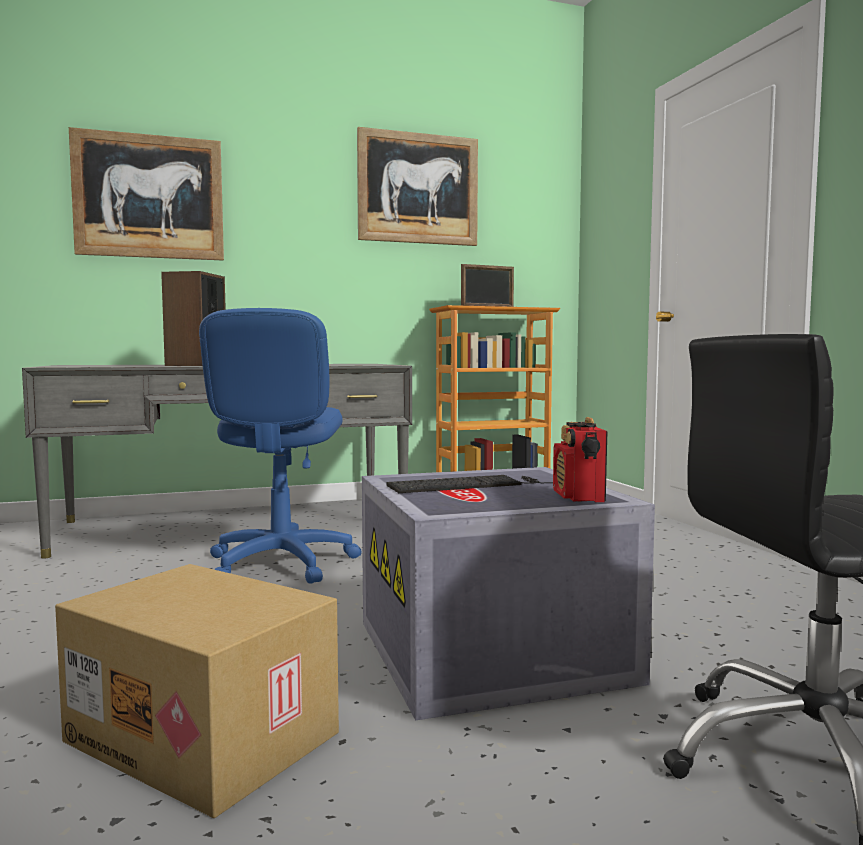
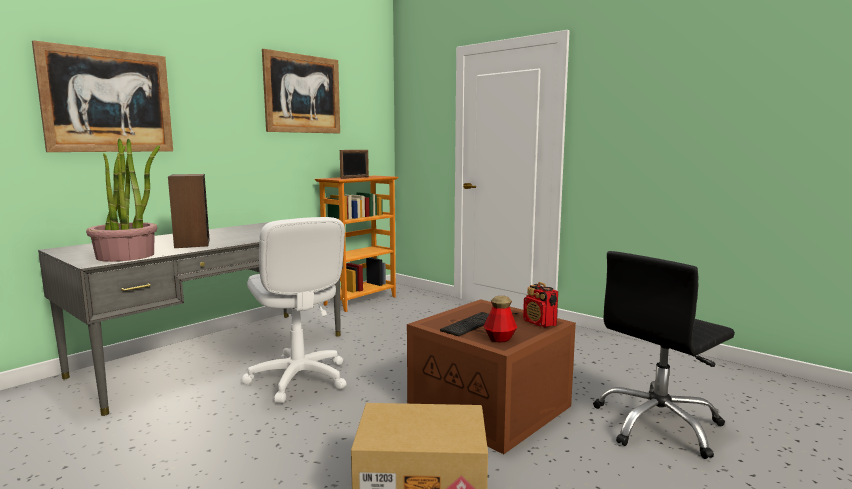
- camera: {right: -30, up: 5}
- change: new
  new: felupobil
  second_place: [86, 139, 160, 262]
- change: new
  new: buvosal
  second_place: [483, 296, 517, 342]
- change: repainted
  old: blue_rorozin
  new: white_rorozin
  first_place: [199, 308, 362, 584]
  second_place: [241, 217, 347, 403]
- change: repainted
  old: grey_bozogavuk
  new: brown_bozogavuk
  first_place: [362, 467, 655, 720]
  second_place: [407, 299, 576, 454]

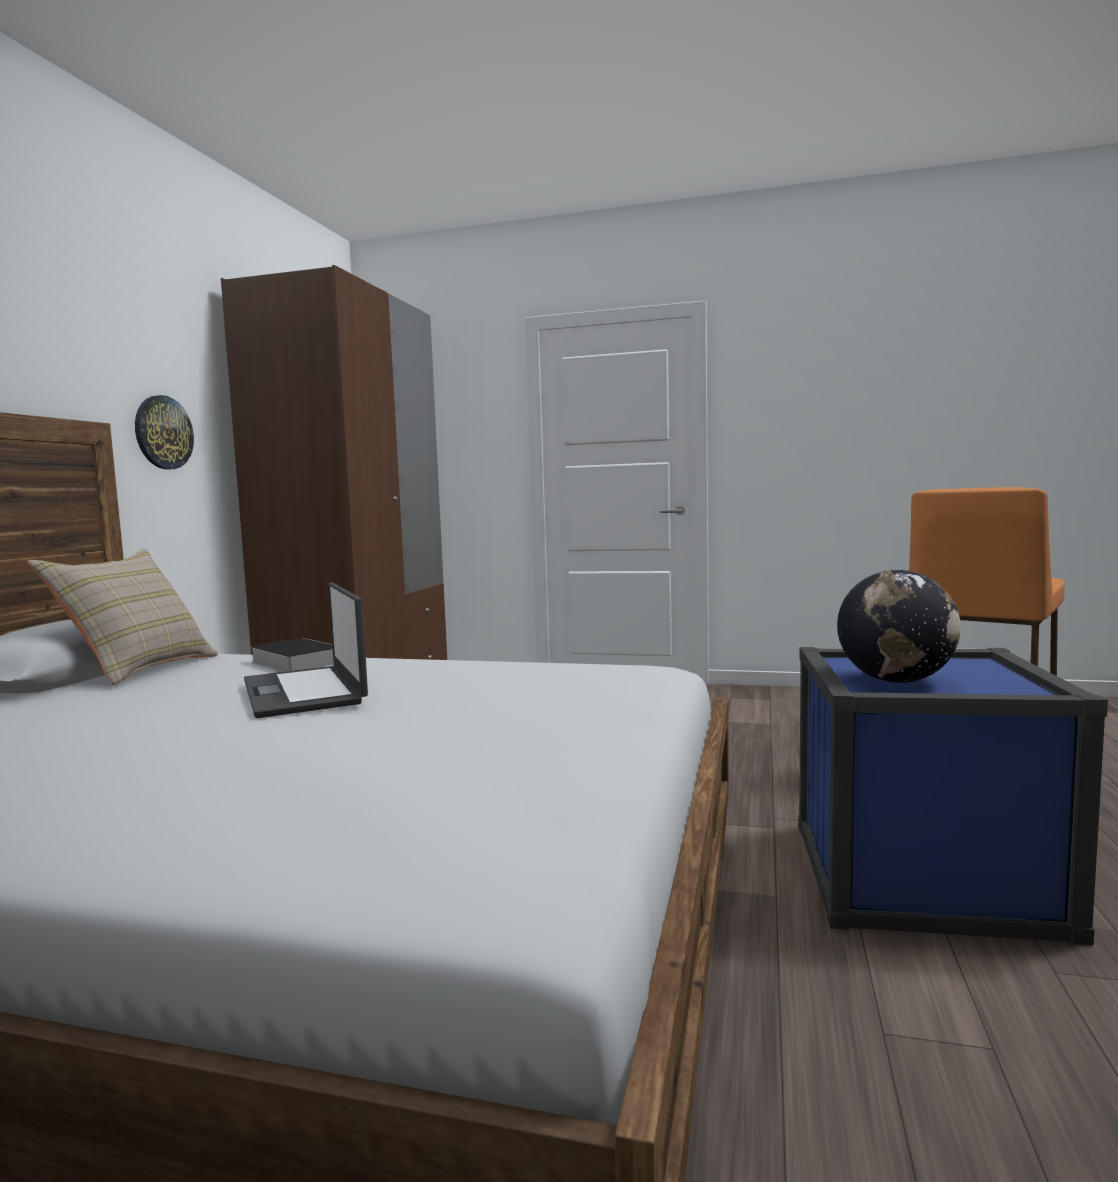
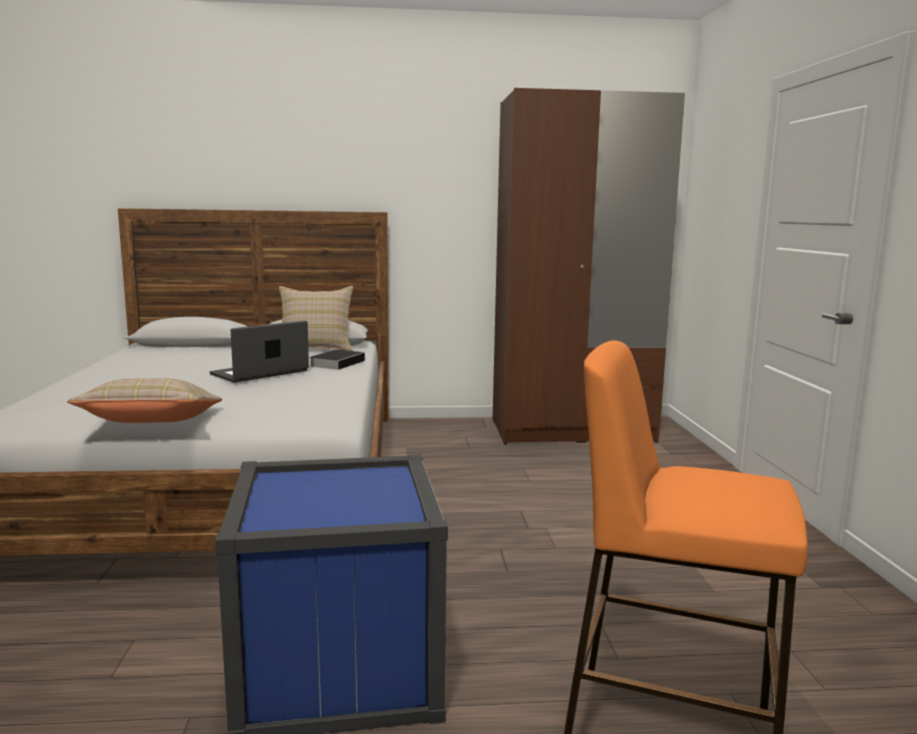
- camera: {right: 70, up: 5}
- change: gone
  old: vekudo
  first_place: [135, 395, 194, 469]
- change: gone
  old: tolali
  first_place: [837, 570, 961, 683]
- change: new
  new: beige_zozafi
  second_place: [67, 378, 222, 423]

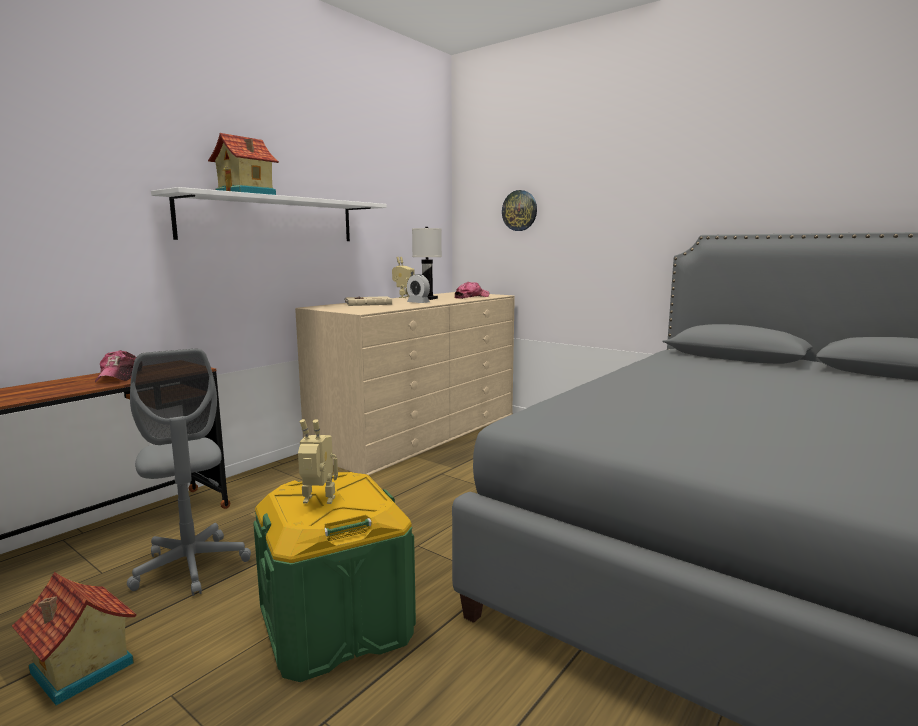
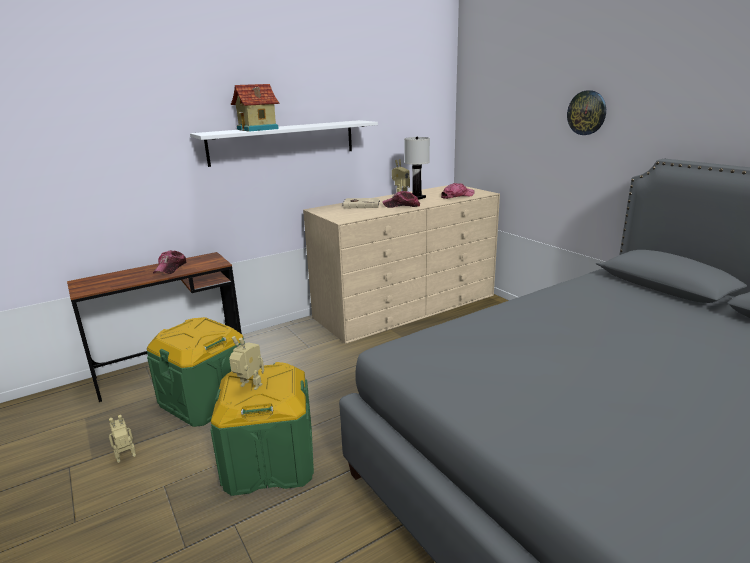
- camera: {right: 20, up: 10}
- change: shifted
  old: vekudo
  first_place: [502, 190, 537, 231]
  second_place: [567, 90, 606, 135]
- change: swapped
  old: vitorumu
  new: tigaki
  first_place: [12, 572, 136, 705]
  second_place: [109, 415, 136, 463]
- change: swapped
  old: grey_rorozin
  new: green_bozogavuk
  first_place: [127, 348, 251, 596]
  second_place: [147, 317, 244, 427]
- change: swapped
  old: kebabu
  new: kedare
  first_place: [407, 274, 430, 303]
  second_place: [382, 191, 420, 208]

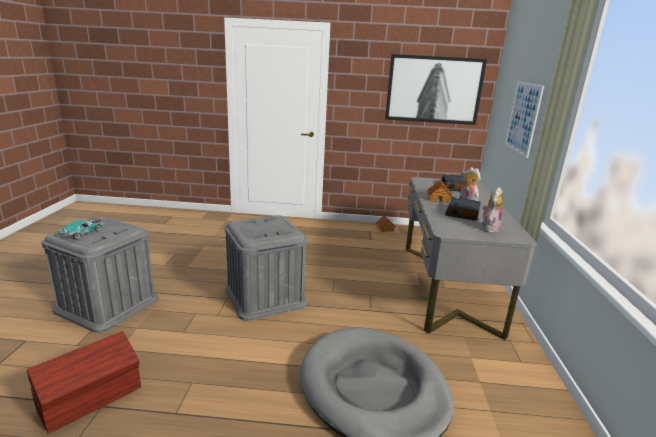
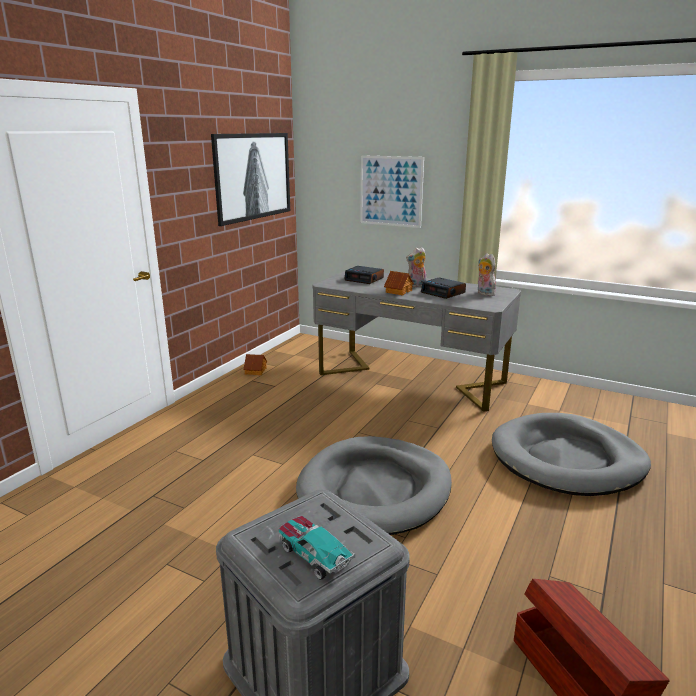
- camera: {right: -65, up: 0}
- change: swapped
  old: grey_bozogavuk
  new: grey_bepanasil
  first_place: [225, 215, 307, 321]
  second_place: [296, 436, 452, 535]

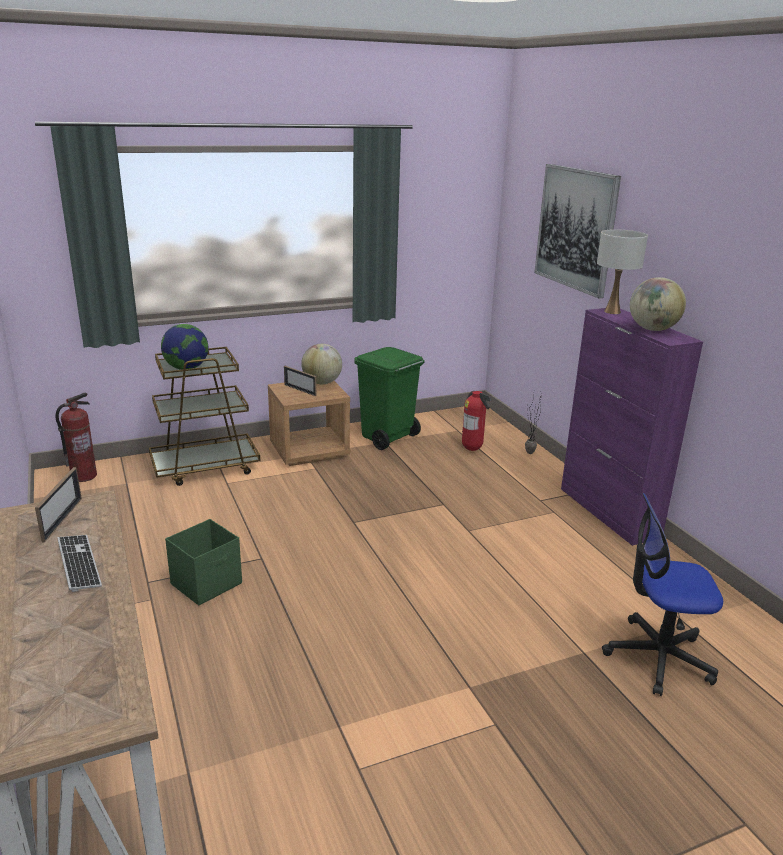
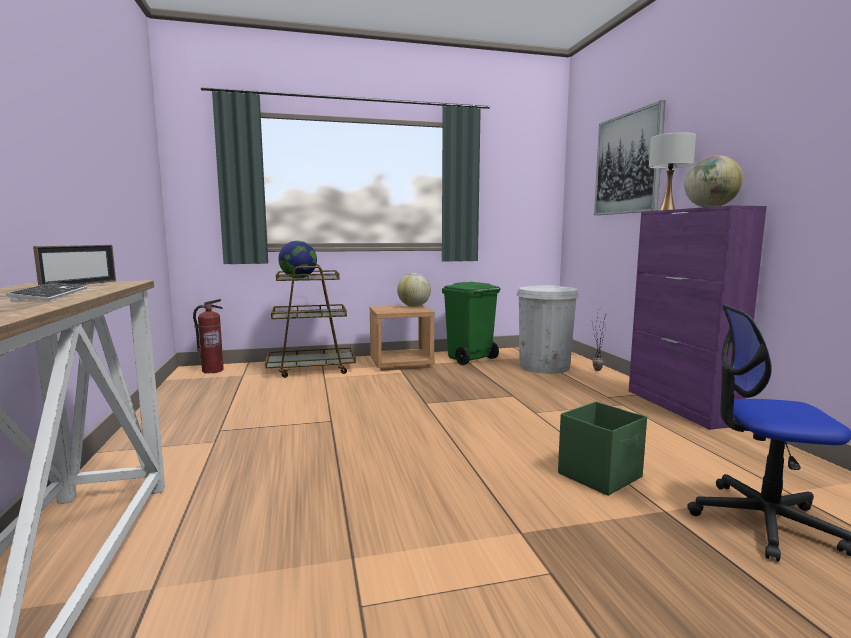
- camera: {right: 10, up: -15}
- change: gone
  old: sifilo
  first_place: [284, 366, 316, 396]
- change: shifted
  old: green_bozogavuk
  first_place: [165, 519, 242, 606]
  second_place: [558, 402, 647, 496]
- change: swapped
  old: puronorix
  new: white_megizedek
  first_place: [462, 391, 492, 451]
  second_place: [516, 285, 579, 374]

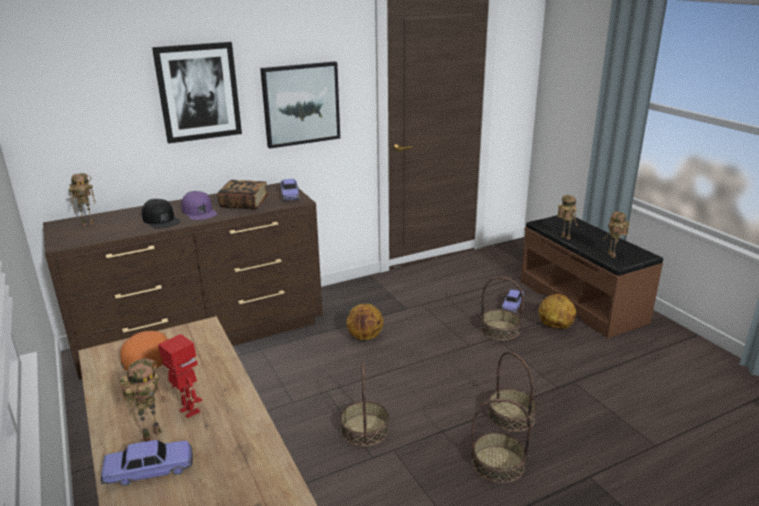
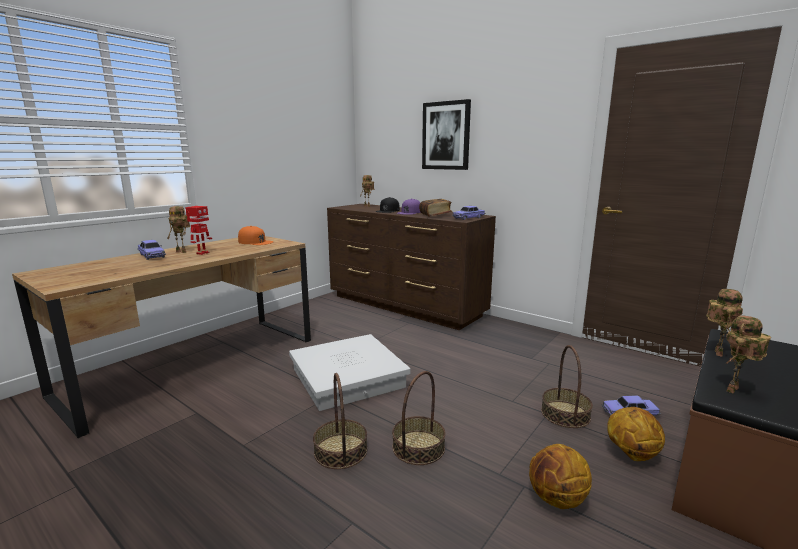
- camera: {right: 65, up: -10}
- change: gone
  old: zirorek
  first_place: [260, 61, 340, 149]
- change: shifted
  old: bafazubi
  first_place: [346, 304, 384, 340]
  second_place: [529, 444, 592, 509]
- change: swapped
  old: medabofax
  new: white_bozogavuk
  first_place: [340, 363, 389, 447]
  second_place: [289, 334, 411, 411]

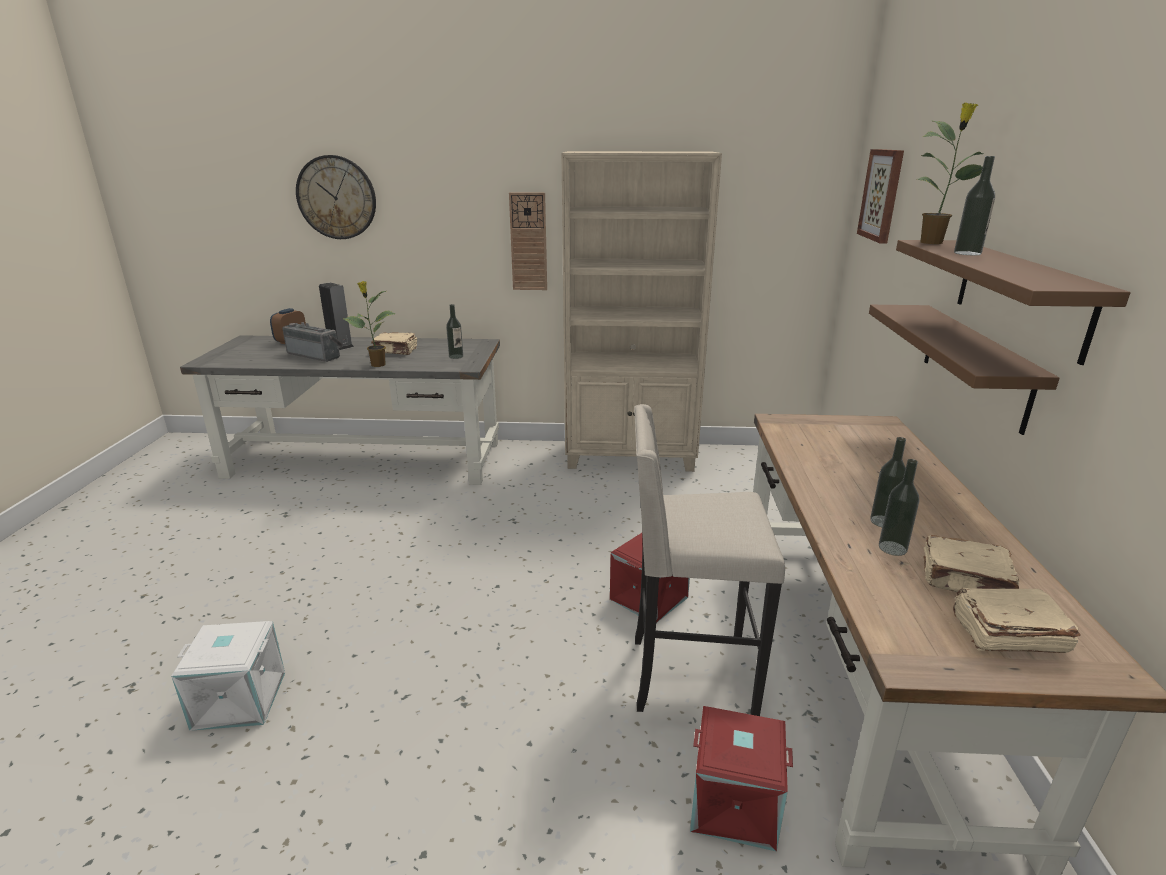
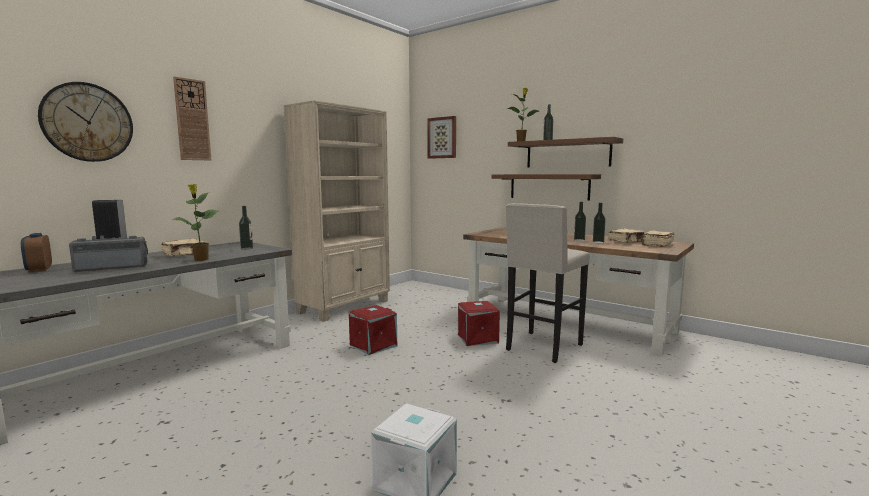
- camera: {right: -55, up: -15}
- change: shifted
  old: vekudo
  first_place: [509, 192, 547, 290]
  second_place: [173, 76, 211, 161]
- change: shifted
  old: red_bozogavuk
  first_place: [690, 706, 793, 852]
  second_place: [349, 305, 397, 355]

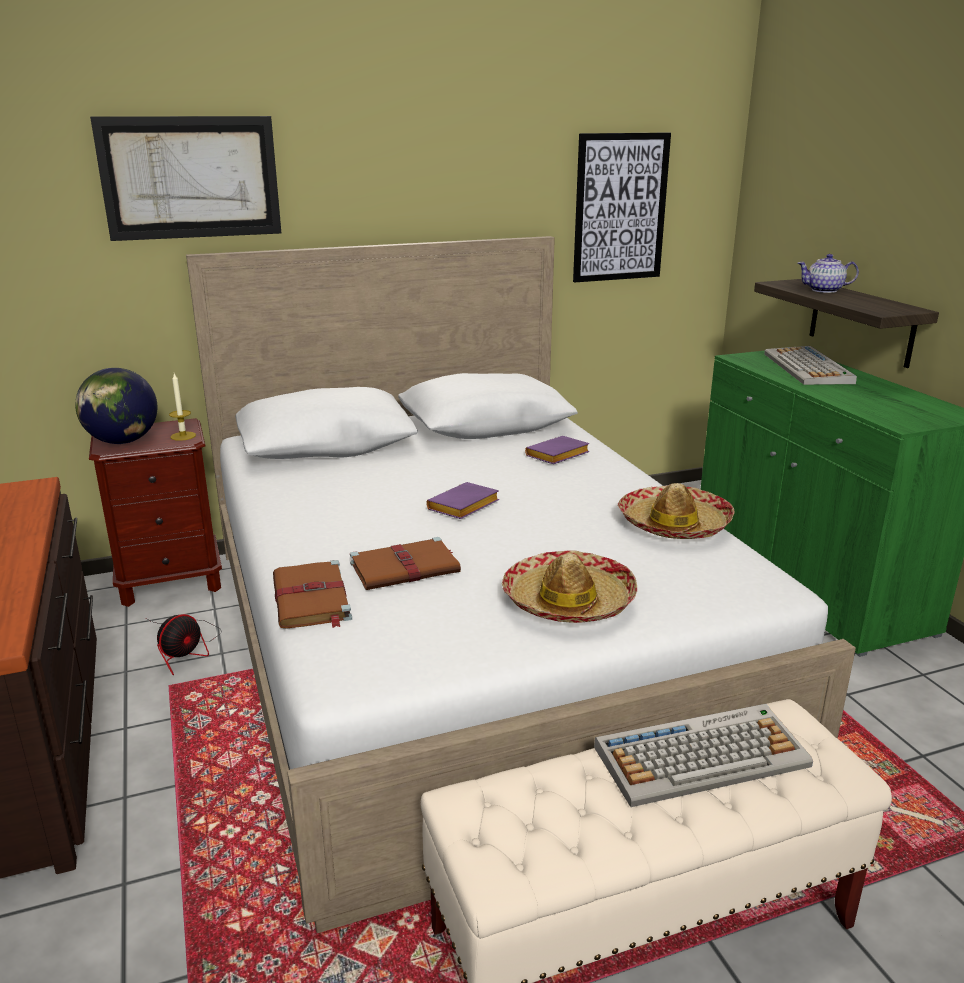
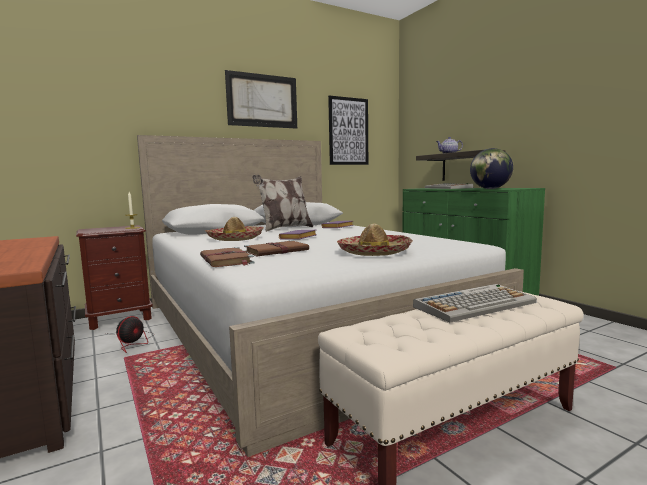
- camera: {right: -10, up: -15}
- change: new
  new: zozafi
  second_place: [252, 175, 313, 232]
- change: shifted
  old: tolali
  first_place: [75, 368, 157, 444]
  second_place: [470, 148, 513, 189]
- change: shifted
  old: zirorek
  first_place: [90, 116, 281, 241]
  second_place: [225, 70, 297, 129]
- change: shifted
  old: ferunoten
  first_place: [618, 483, 735, 539]
  second_place: [205, 217, 264, 241]

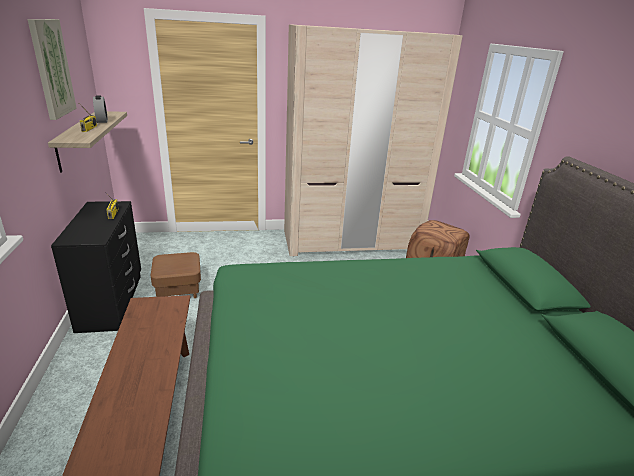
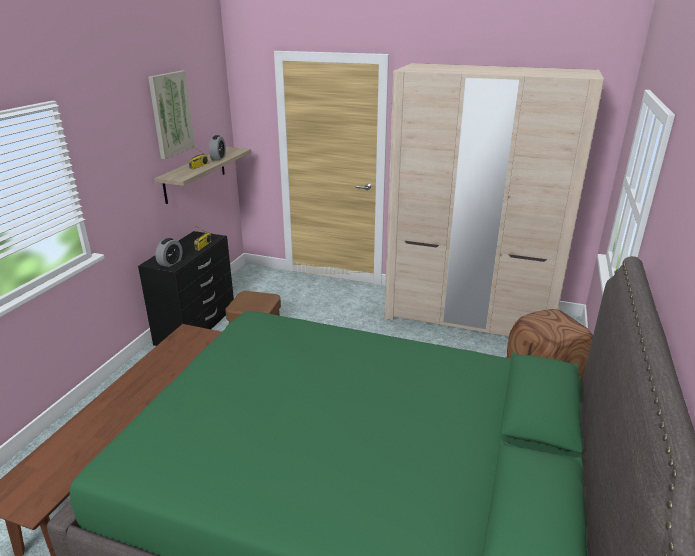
- camera: {right: 30, up: 0}
- change: new
  new: kebabu
  second_place: [155, 238, 182, 267]

